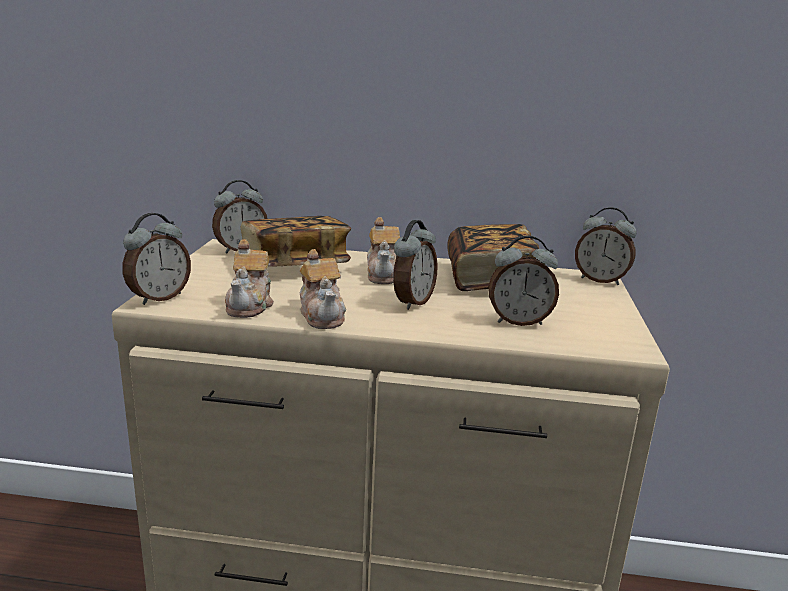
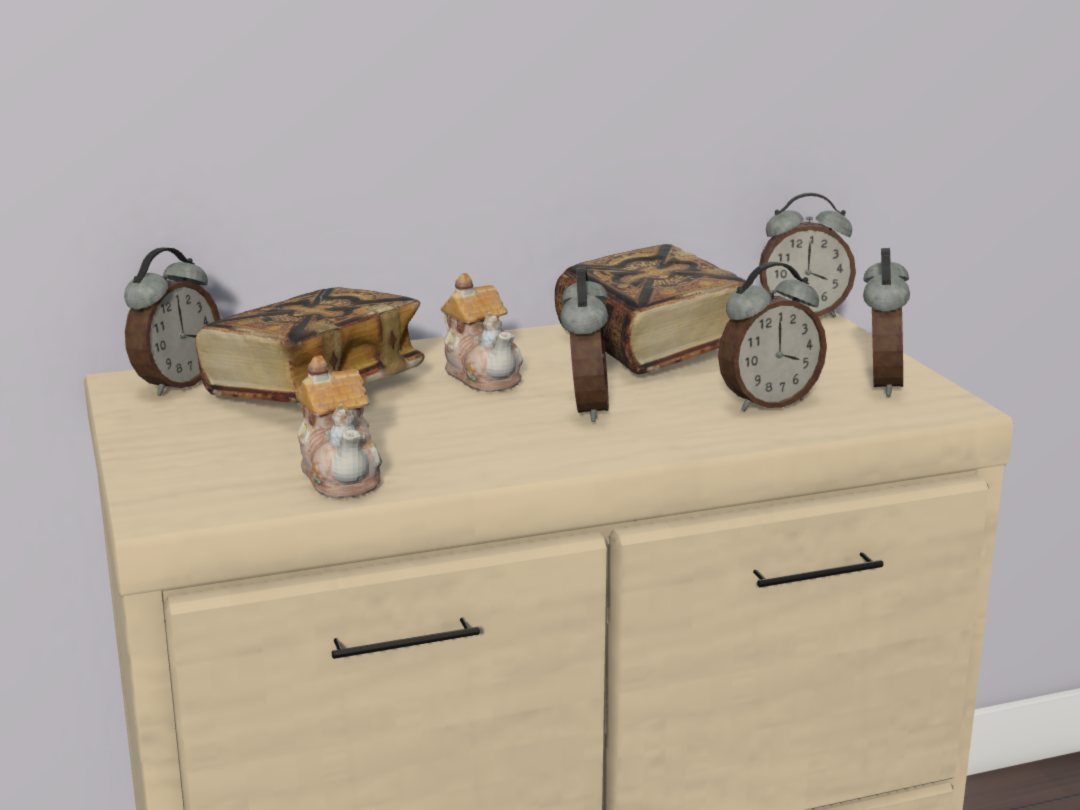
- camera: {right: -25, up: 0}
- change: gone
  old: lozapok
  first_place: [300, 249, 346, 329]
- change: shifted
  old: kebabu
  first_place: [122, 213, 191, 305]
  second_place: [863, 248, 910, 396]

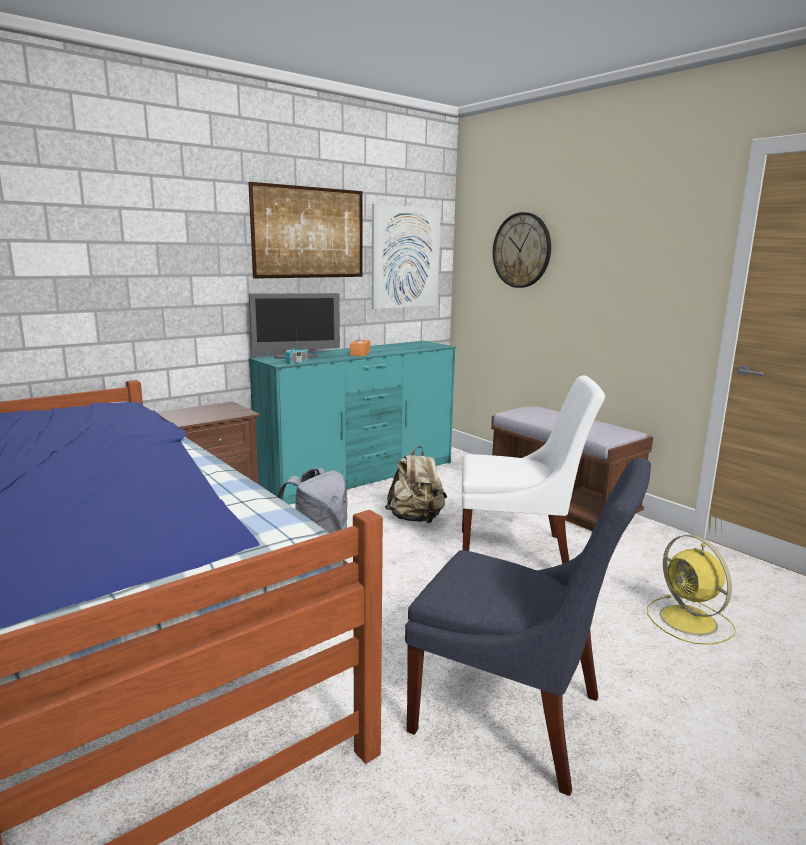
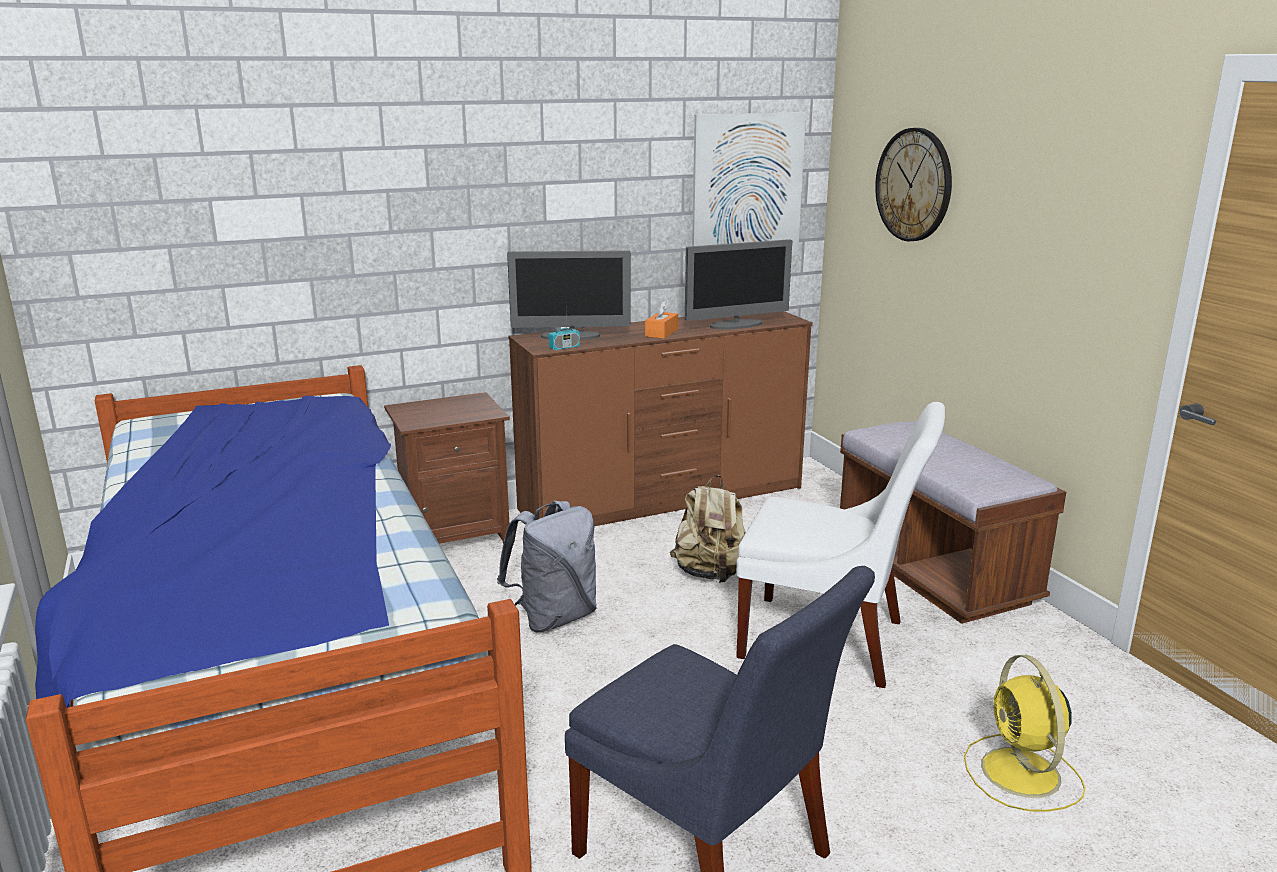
- camera: {right: 15, up: 5}
- change: gone
  old: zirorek
  first_place: [248, 182, 363, 279]
- change: new
  new: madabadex
  second_place: [685, 239, 792, 329]
- change: repainted
  old: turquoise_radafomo
  new: brown_radafomo
  first_place: [249, 341, 456, 505]
  second_place: [508, 311, 813, 526]

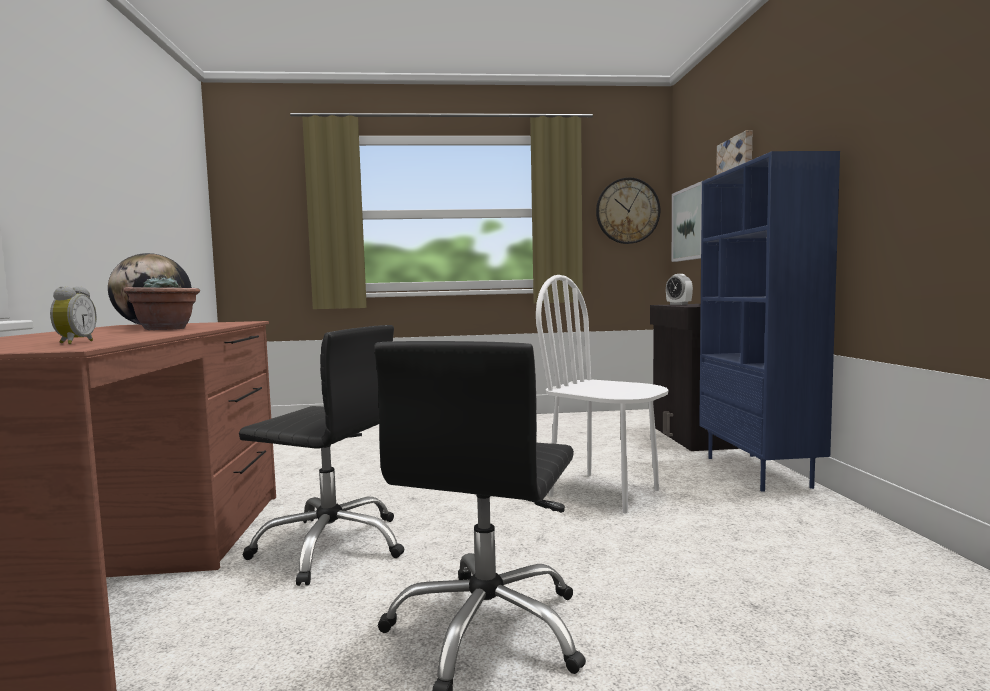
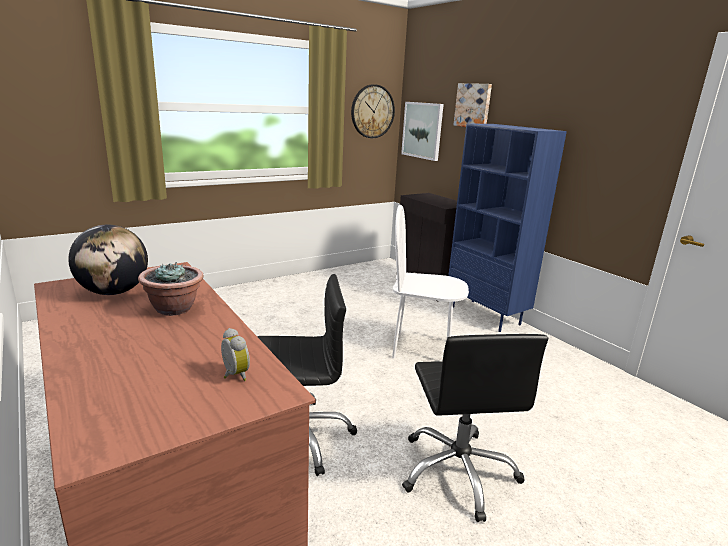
- camera: {right: -30, up: 15}
- change: gone
  old: kebabu
  first_place: [666, 274, 693, 305]

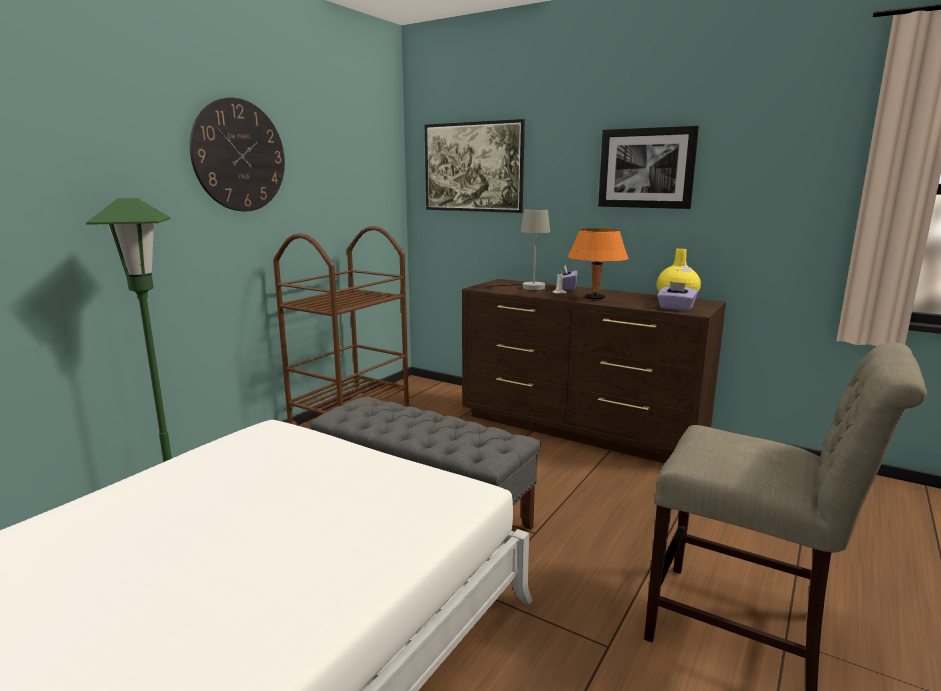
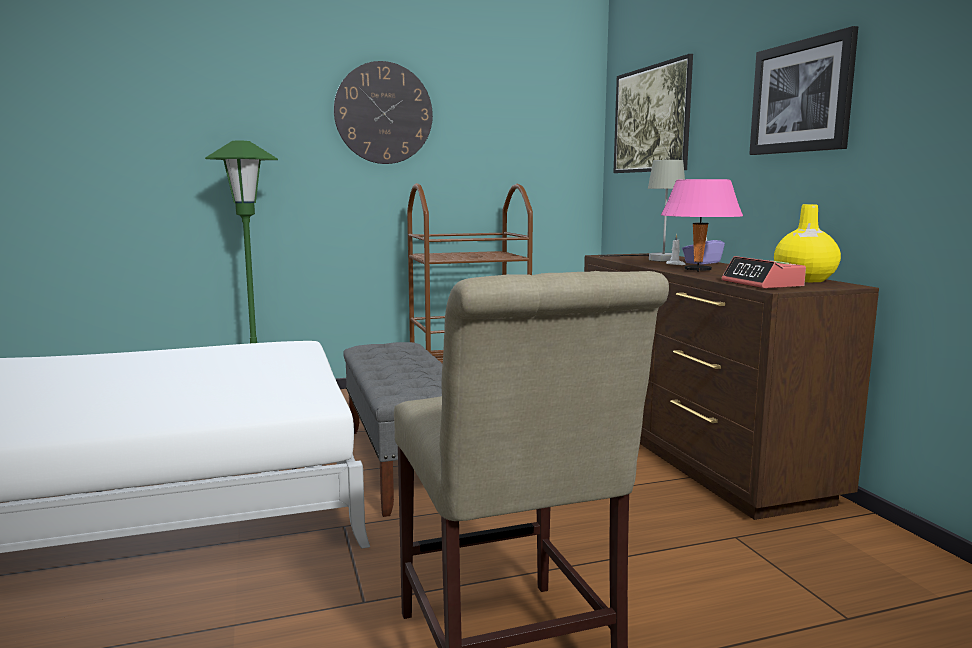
- camera: {right: 40, up: -5}
- change: swapped
  old: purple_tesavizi
  new: kebabu
  first_place: [657, 282, 698, 311]
  second_place: [721, 256, 806, 289]
- change: repainted
  old: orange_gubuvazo
  new: pink_gubuvazo
  first_place: [568, 229, 629, 300]
  second_place: [661, 179, 743, 272]

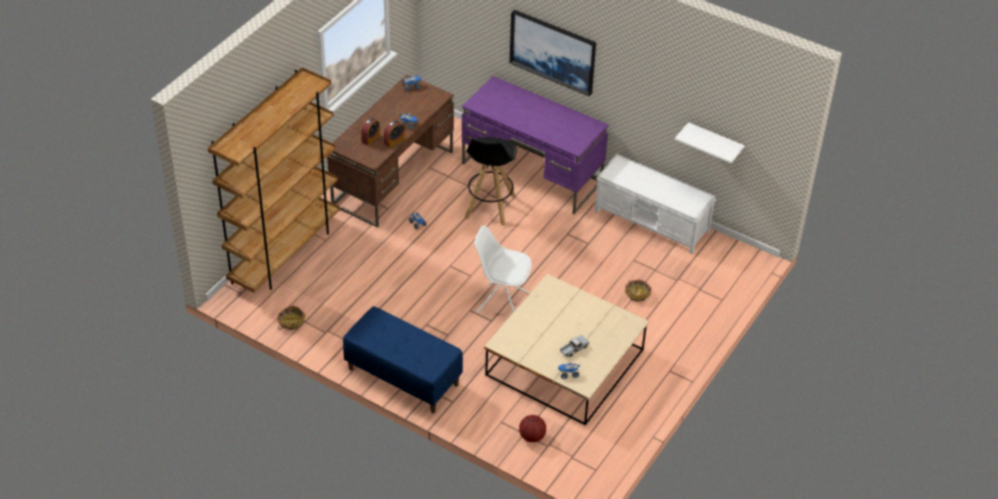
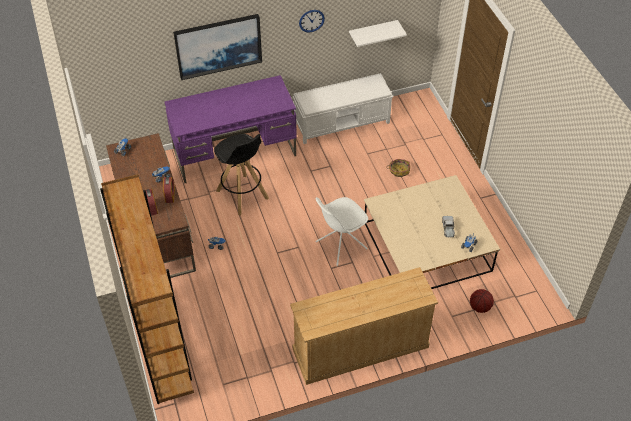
- camera: {right: -50, up: 5}
- change: gone
  old: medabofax
  first_place: [277, 306, 306, 330]
- change: new
  new: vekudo
  second_place: [299, 10, 325, 33]
- change: swapped
  old: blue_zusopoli
  new: beige_radafomo
  first_place: [343, 306, 463, 413]
  second_place: [290, 267, 438, 385]

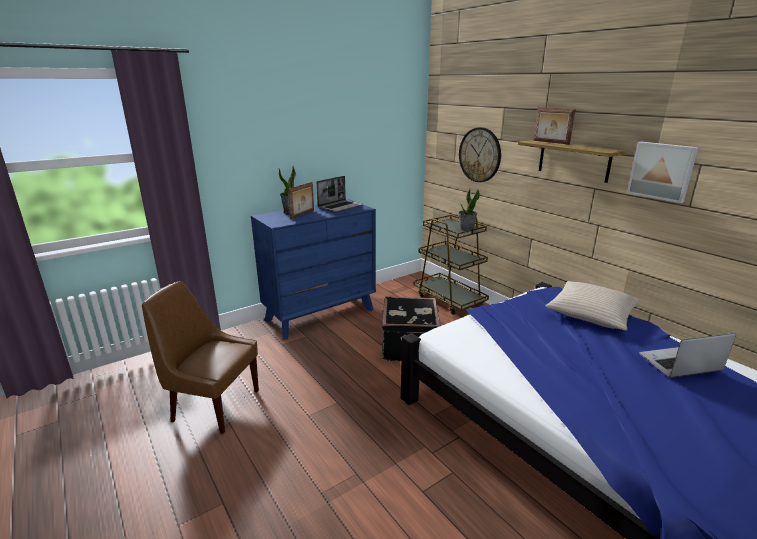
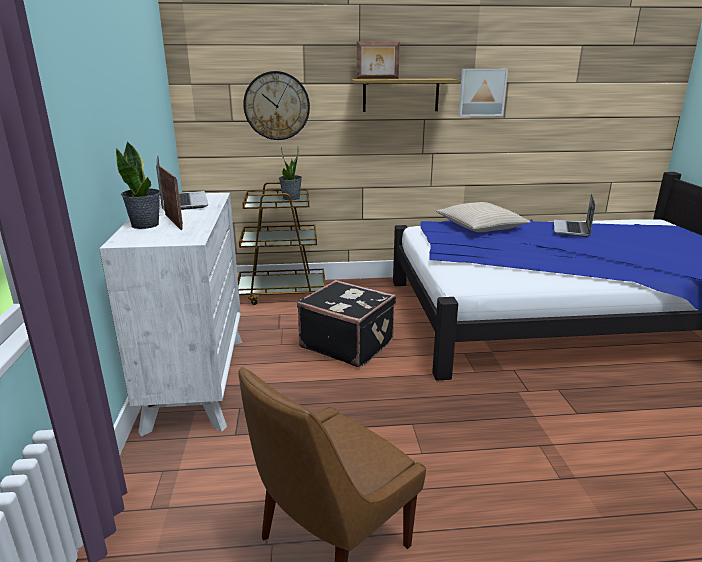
- camera: {right: -60, up: 0}
- change: repainted
  old: blue_radafomo
  new: white_radafomo
  first_place: [251, 199, 376, 340]
  second_place: [100, 193, 243, 436]

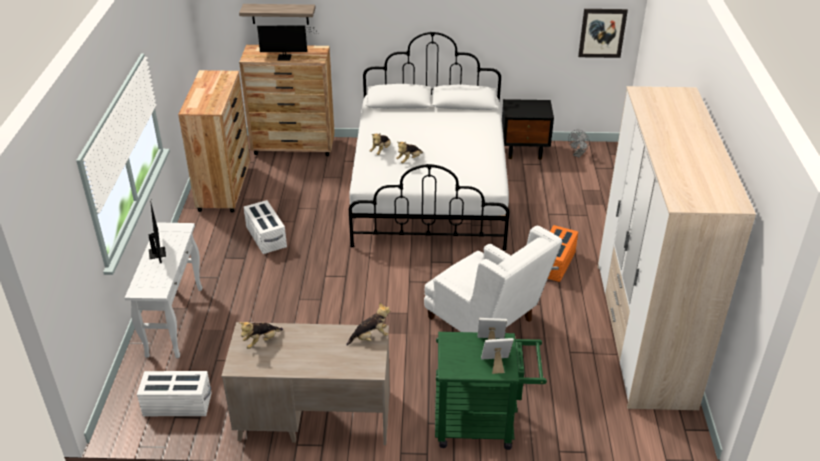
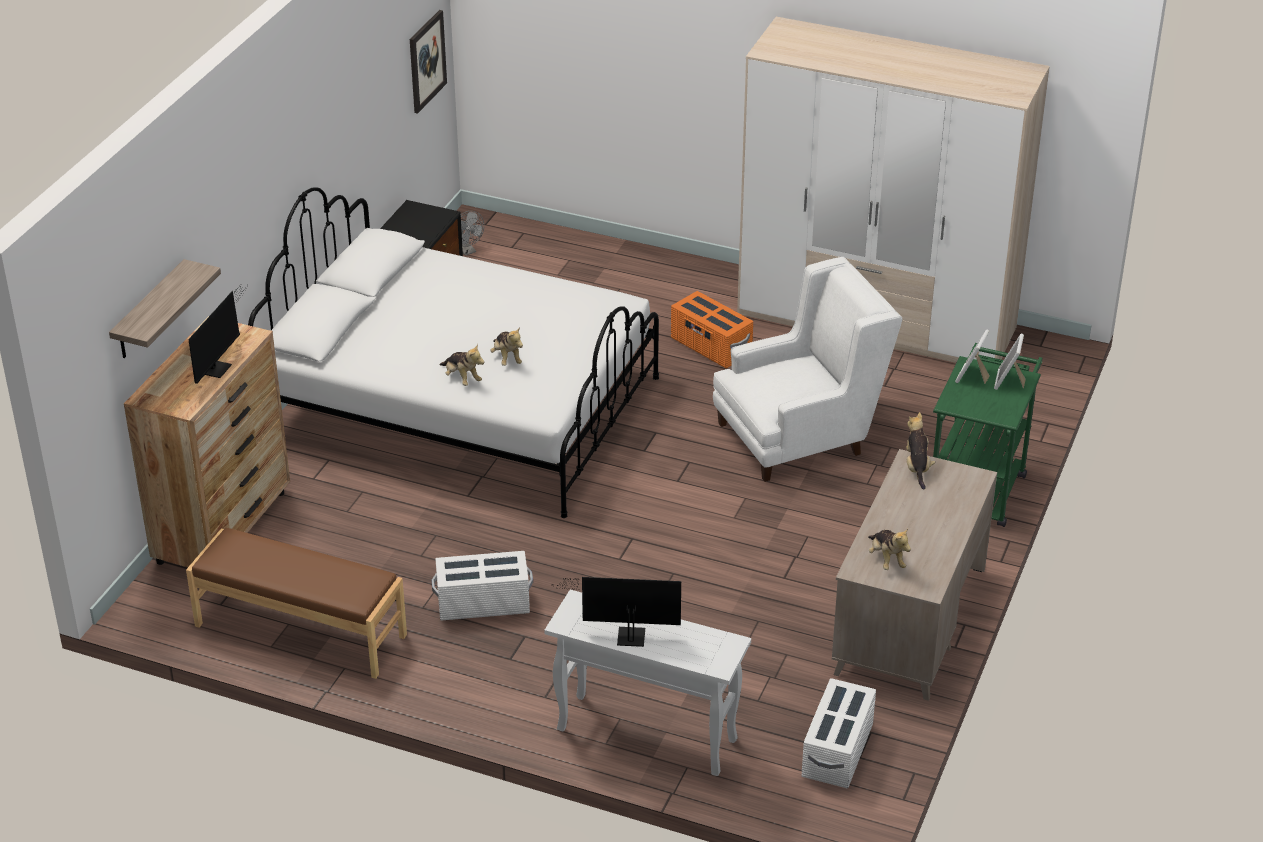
- camera: {right: -70, up: 0}
- change: swapped
  old: brown_radafomo
  new: brown_zusopoli
  first_place: [178, 70, 251, 212]
  second_place: [186, 528, 407, 679]

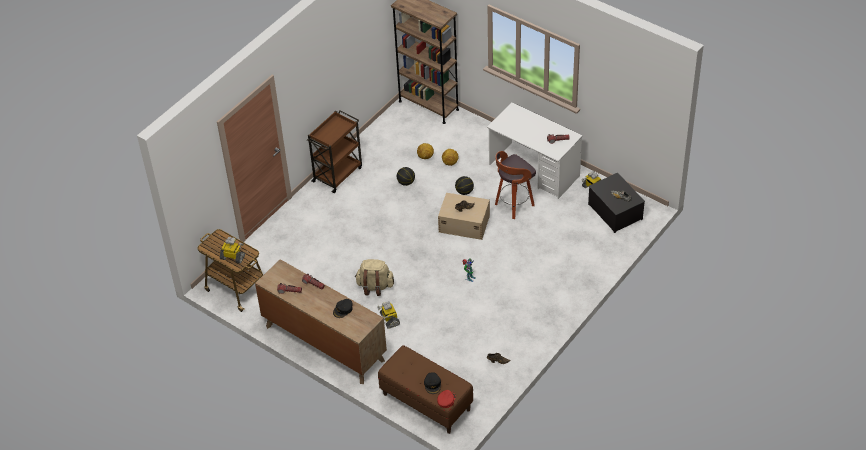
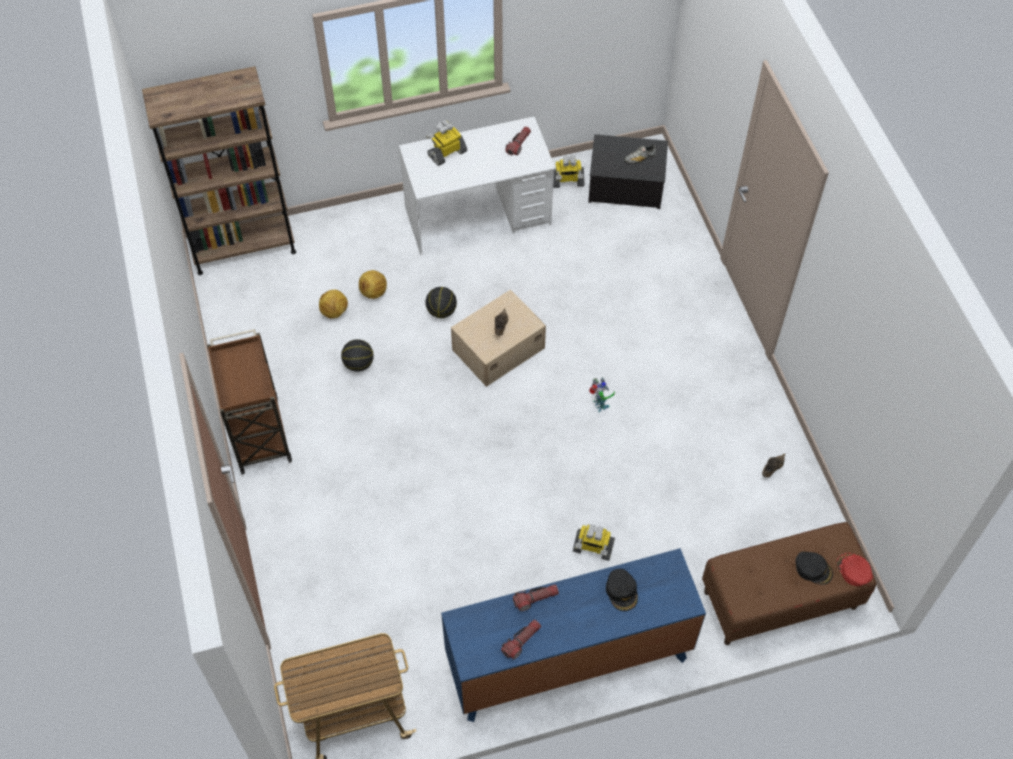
- camera: {right: -55, up: 10}
- change: gone
  old: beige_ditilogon
  first_place: [355, 259, 394, 296]
- change: gone
  old: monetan
  first_place: [495, 151, 536, 219]
- change: shifted
  old: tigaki
  first_place: [220, 237, 245, 264]
  second_place: [426, 120, 467, 166]
- change: repainted
  old: brown_radafomo
  new: blue_radafomo
  first_place: [255, 259, 387, 384]
  second_place: [441, 548, 706, 722]

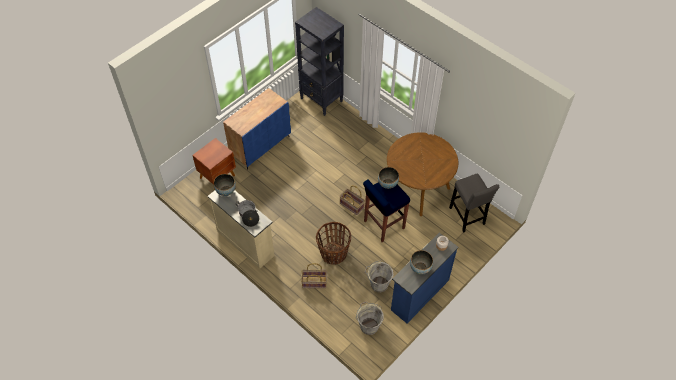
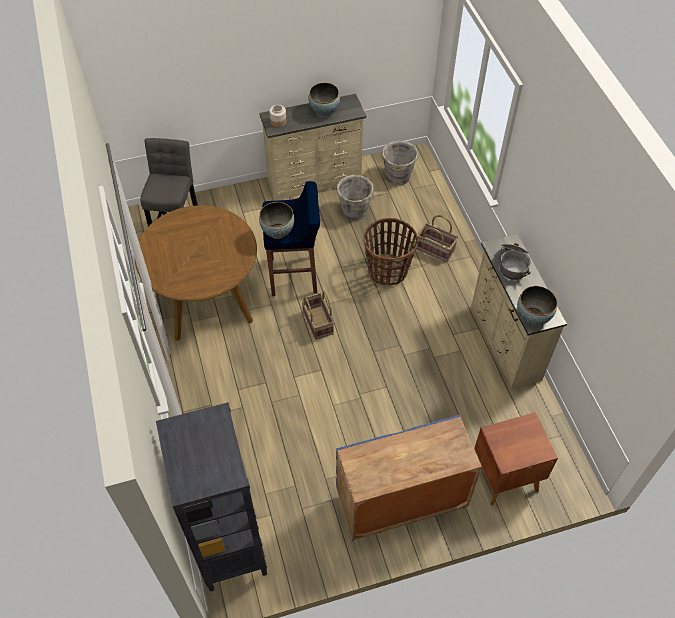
- camera: {right: -150, up: 0}
- change: repainted
  old: blue_radafomo
  new: beige_radafomo
  first_place: [391, 233, 458, 323]
  second_place: [259, 94, 366, 200]

